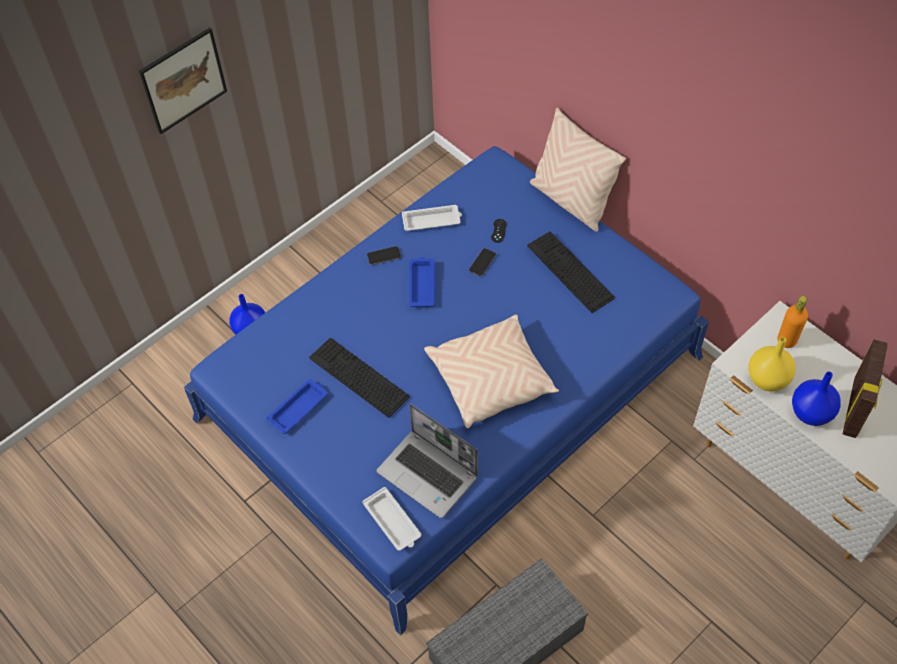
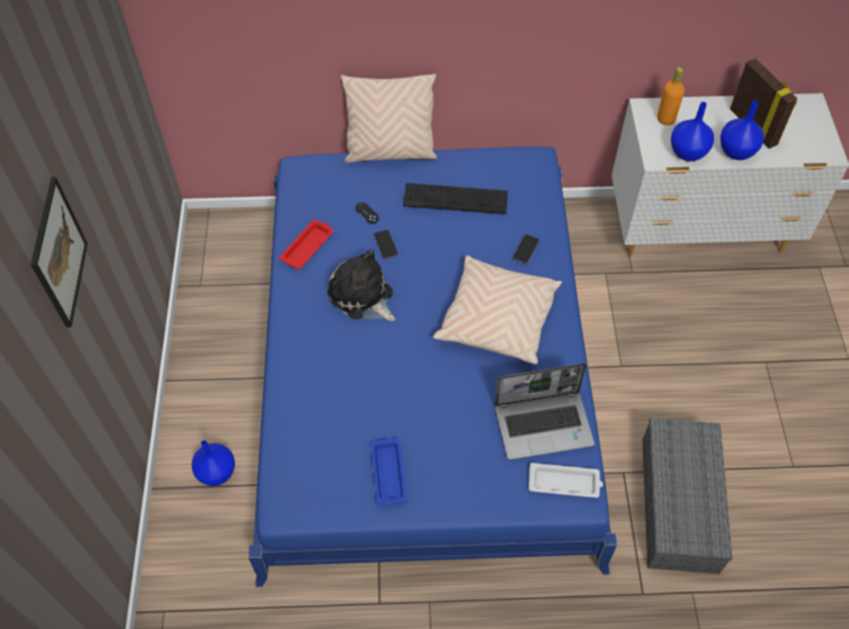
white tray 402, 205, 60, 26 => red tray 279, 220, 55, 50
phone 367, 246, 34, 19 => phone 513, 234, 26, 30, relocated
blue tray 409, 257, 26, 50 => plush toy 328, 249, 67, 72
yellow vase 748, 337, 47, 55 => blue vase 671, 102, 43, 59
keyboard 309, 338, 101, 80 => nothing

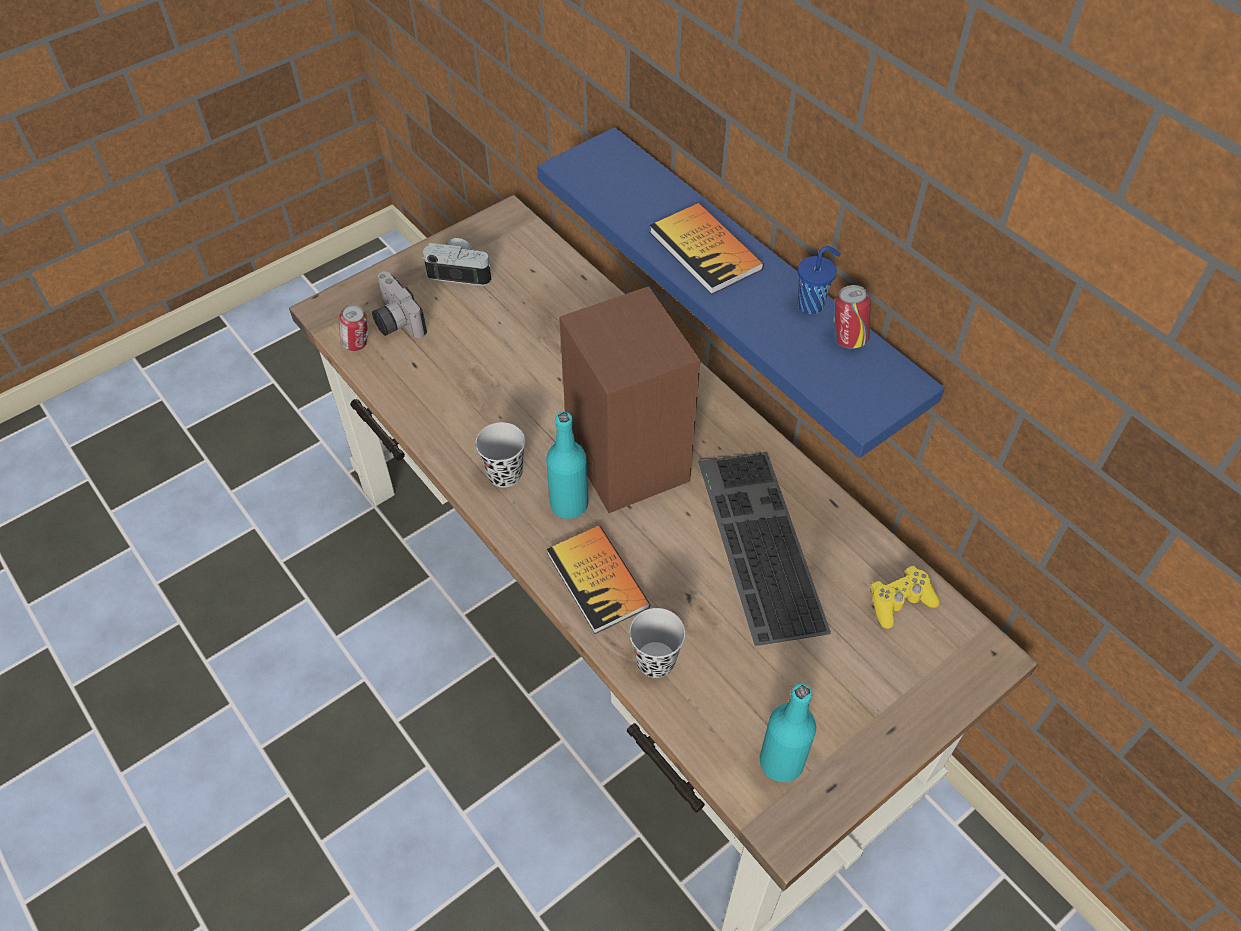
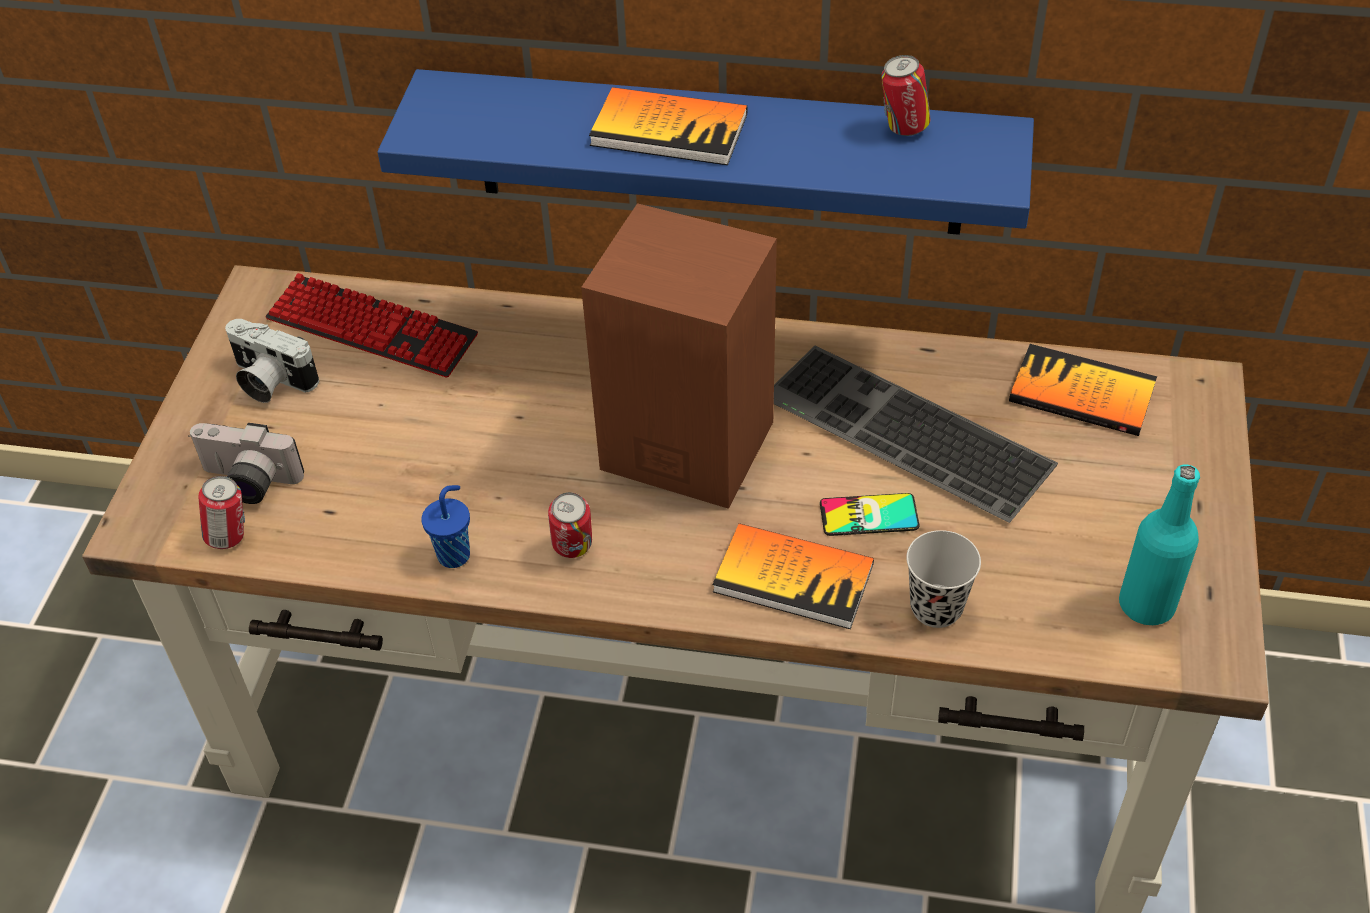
photo camera 422, 238, 70, 48 => photo camera 225, 319, 94, 84, 120 degrees counterclockwise
blue cup 798, 246, 43, 68 => blue cup 421, 485, 49, 83, relocated
turquoise bottle 546, 412, 42, 107 => nothing
black cup 475, 422, 50, 66 => can 548, 492, 44, 66
yellow game controller 870, 566, 70, 63 => book 1009, 344, 148, 92
nothing => keyboard 265, 273, 213, 105
nothing => phone 820, 493, 100, 43

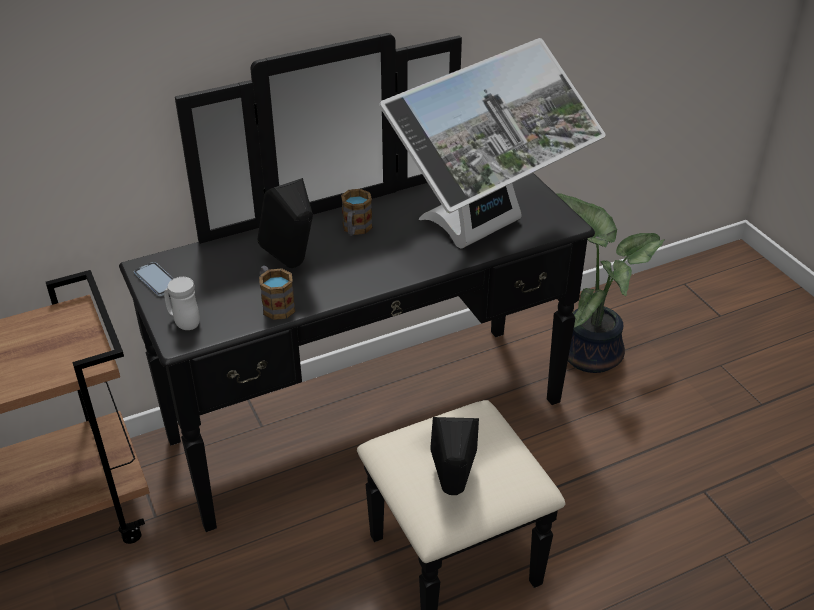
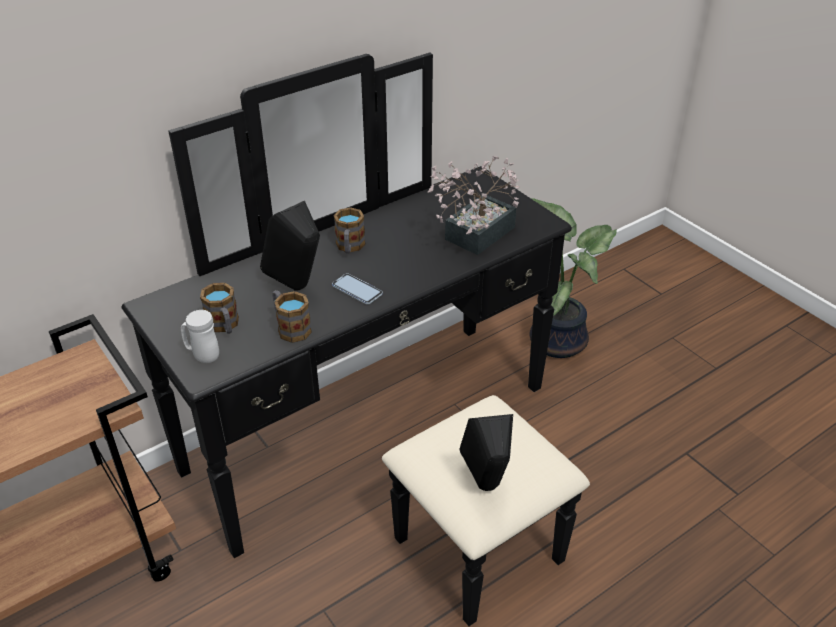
monitor 379, 38, 227, 210 => potted plant 427, 156, 93, 99
phone 134, 262, 40, 34 => phone 332, 273, 51, 32, relocated
nothing => mug 200, 283, 39, 51

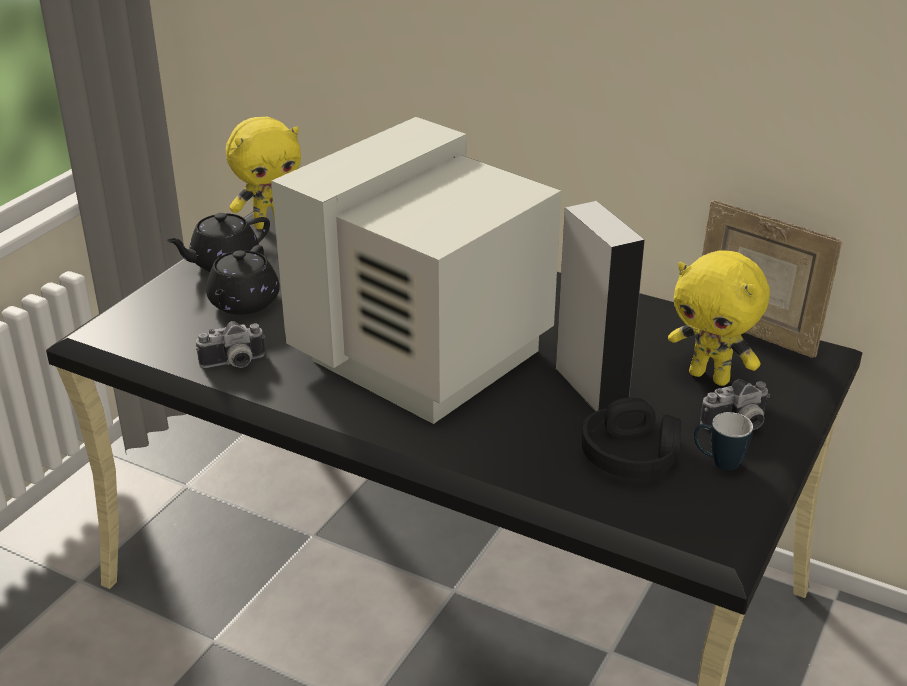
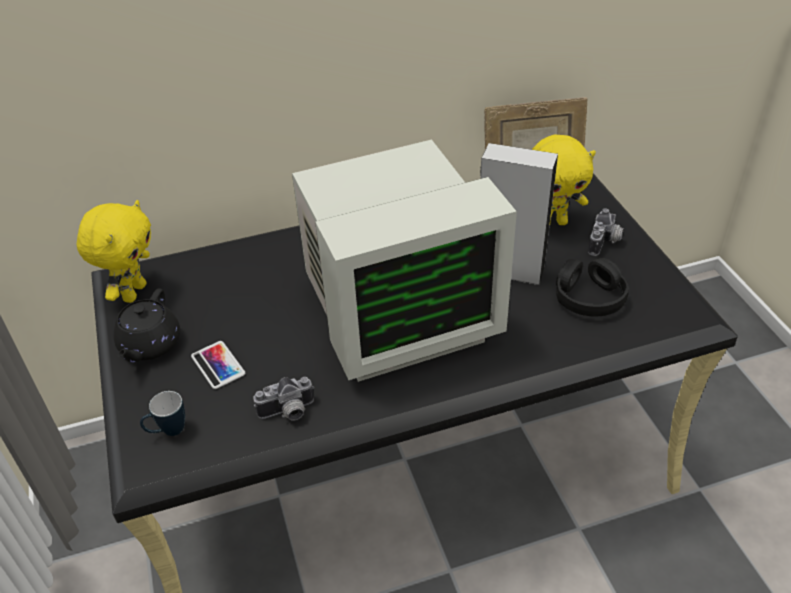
monitor 271, 117, 290, 307 => monitor 292, 140, 225, 242, 105 degrees counterclockwise
black teapot 206, 245, 74, 70 => phone 191, 341, 54, 48
photo camera 196, 321, 69, 47 => photo camera 253, 377, 62, 43, 45 degrees clockwise
mug 694, 412, 59, 59 => mug 140, 391, 45, 45, relocated

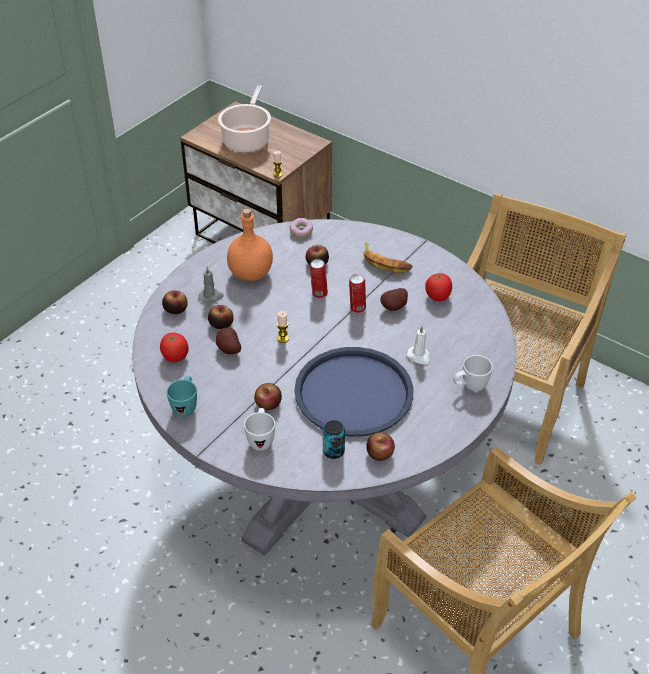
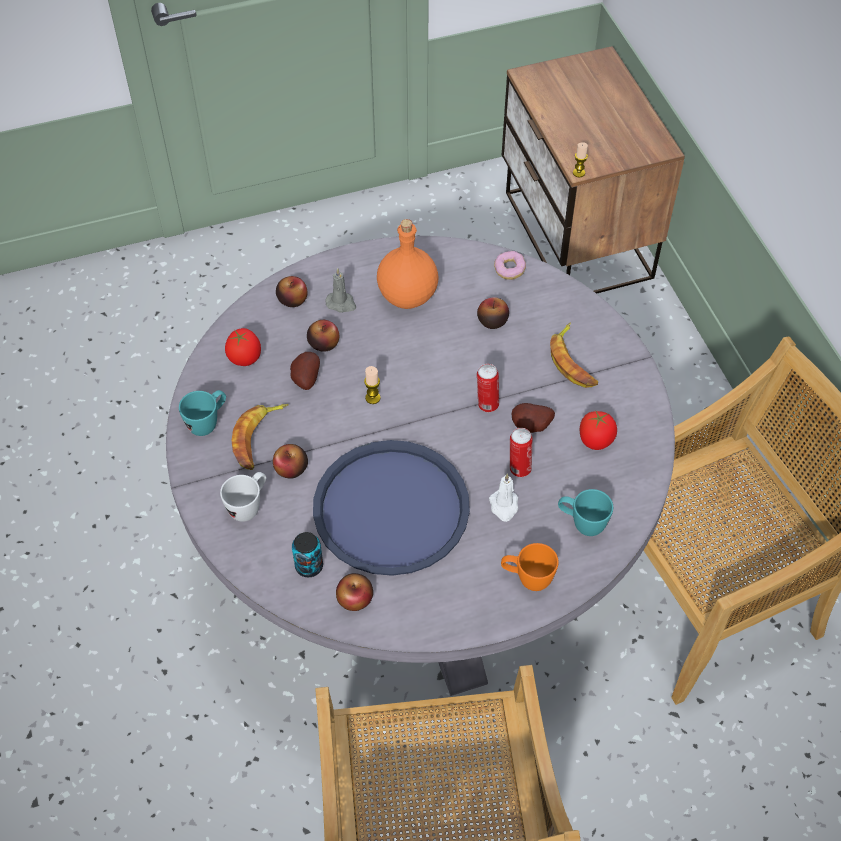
cooking pot 218, 85, 53, 68 => nothing
can 310, 259, 18, 39 => can 510, 428, 23, 49, relocated
white mug 453, 355, 40, 36 => orange mug 501, 543, 58, 48
nothing => banana 232, 404, 57, 66
nothing => turquoise mug 558, 489, 55, 47

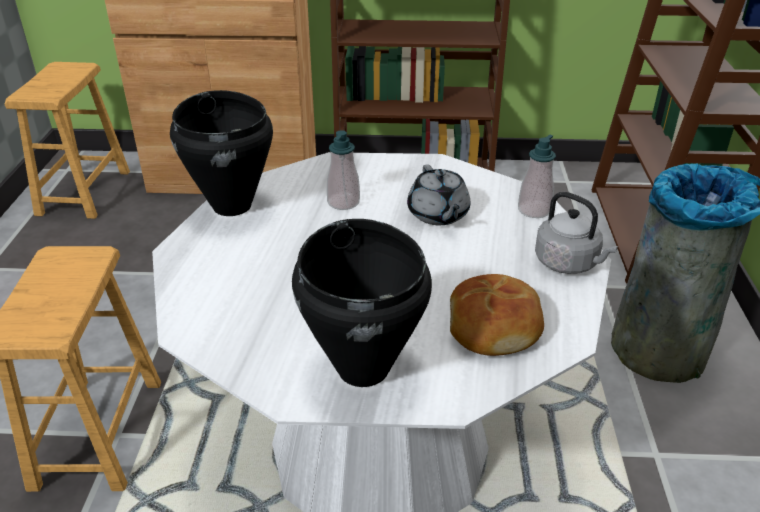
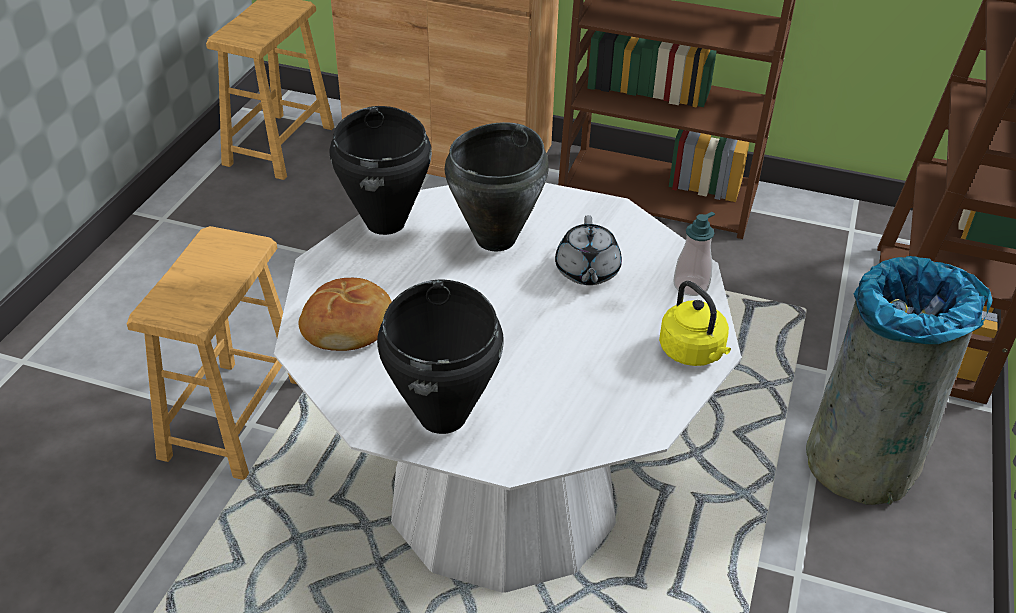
soap dispenser 327, 130, 33, 80 => black cooking pot 445, 122, 104, 129
grey kettle 535, 192, 83, 82 => yellow kettle 659, 281, 72, 85
bread 450, 274, 94, 82 => bread 298, 278, 94, 73, relocated

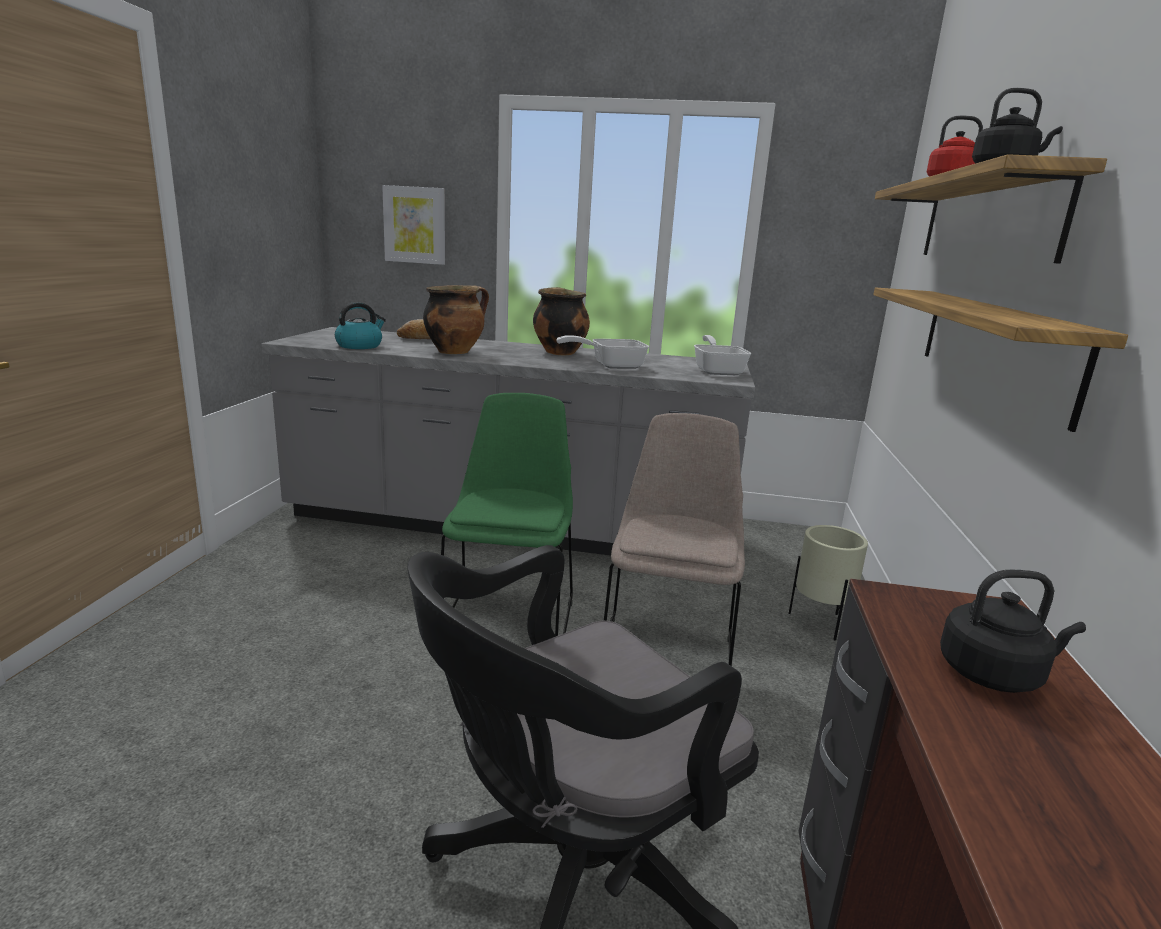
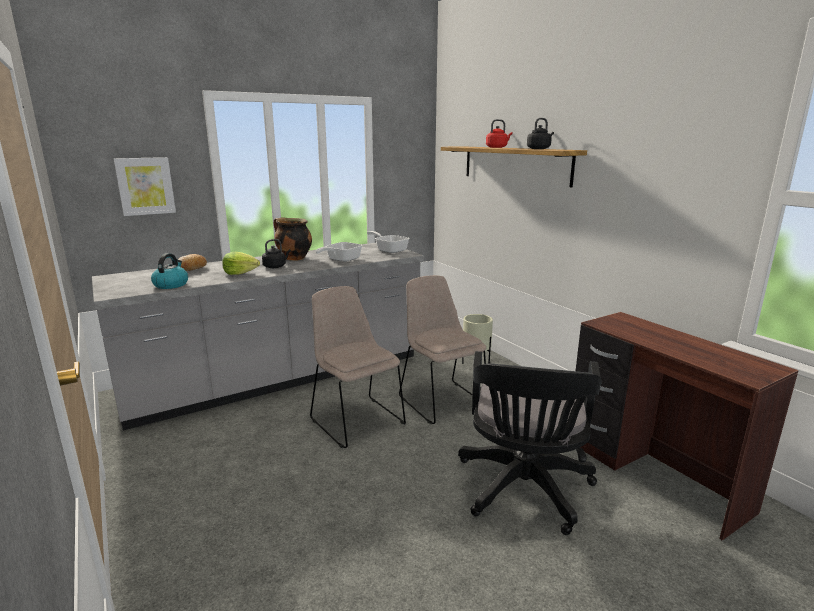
cooking pot 423, 285, 66, 69 => lettuce 222, 252, 38, 23
shelf 873, 288, 255, 144 => nothing
green chair 441, 393, 132, 243 => beige chair 310, 286, 96, 162
black kettle 940, 570, 146, 123 => black kettle 262, 239, 29, 29, relocated

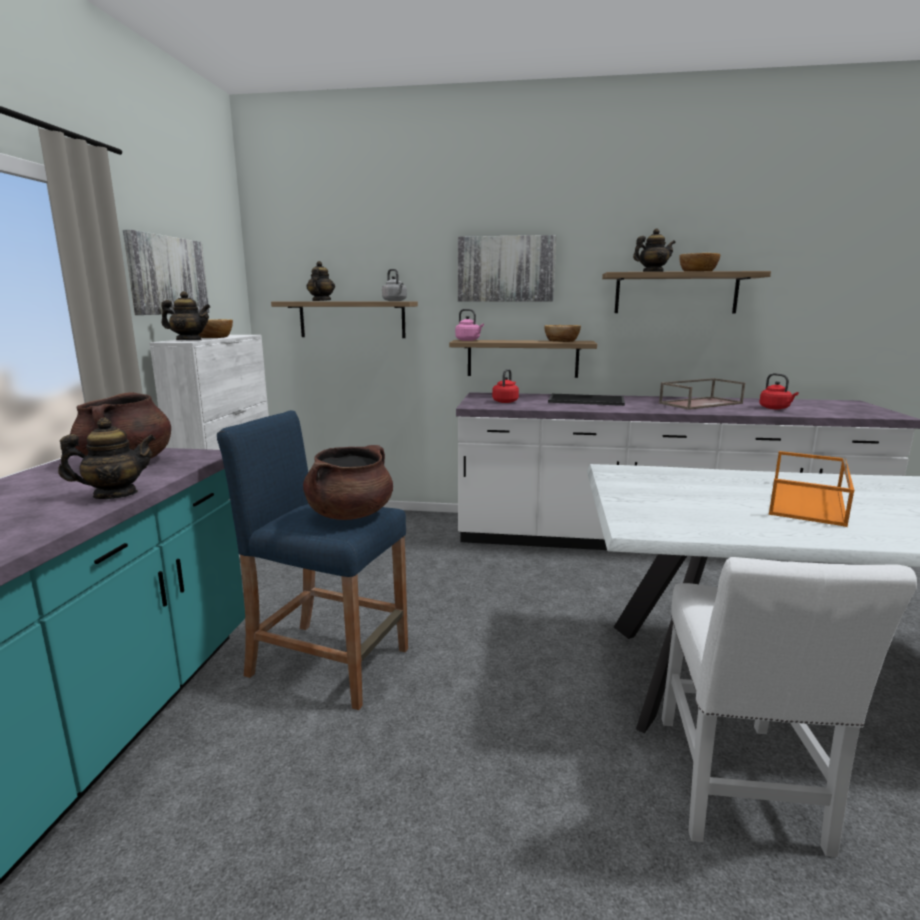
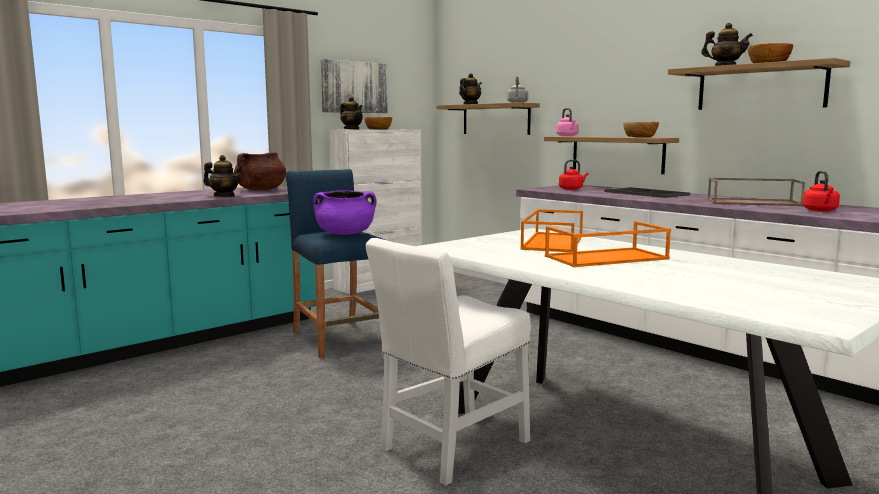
picture 458, 235, 98, 67 => nothing
brown cooking pot 303, 445, 90, 75 => purple cooking pot 313, 190, 63, 45
nothing => orange tray 520, 209, 63, 43

